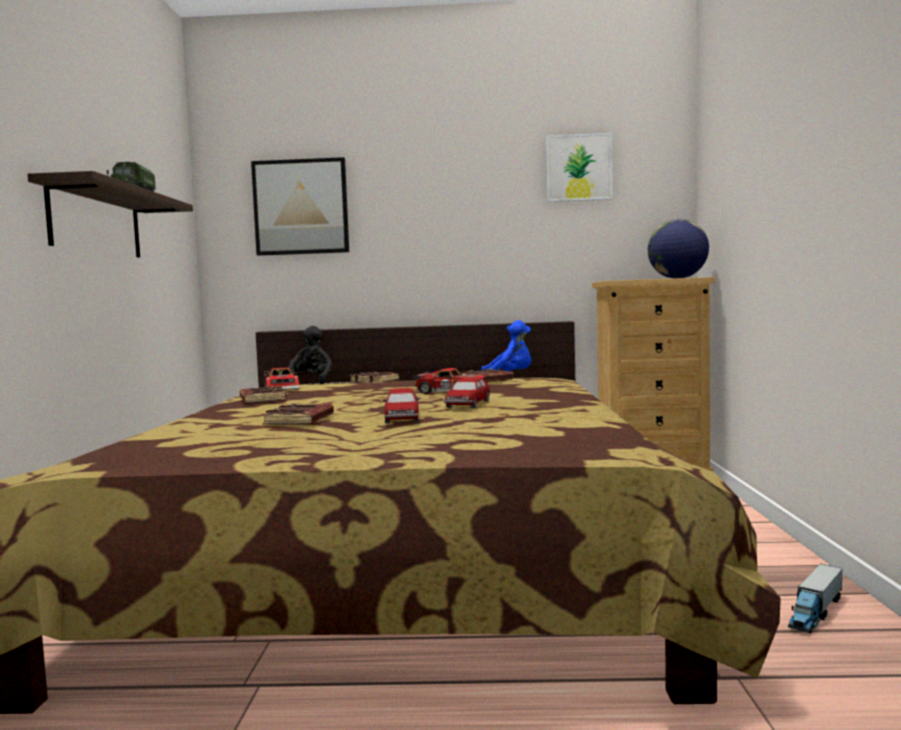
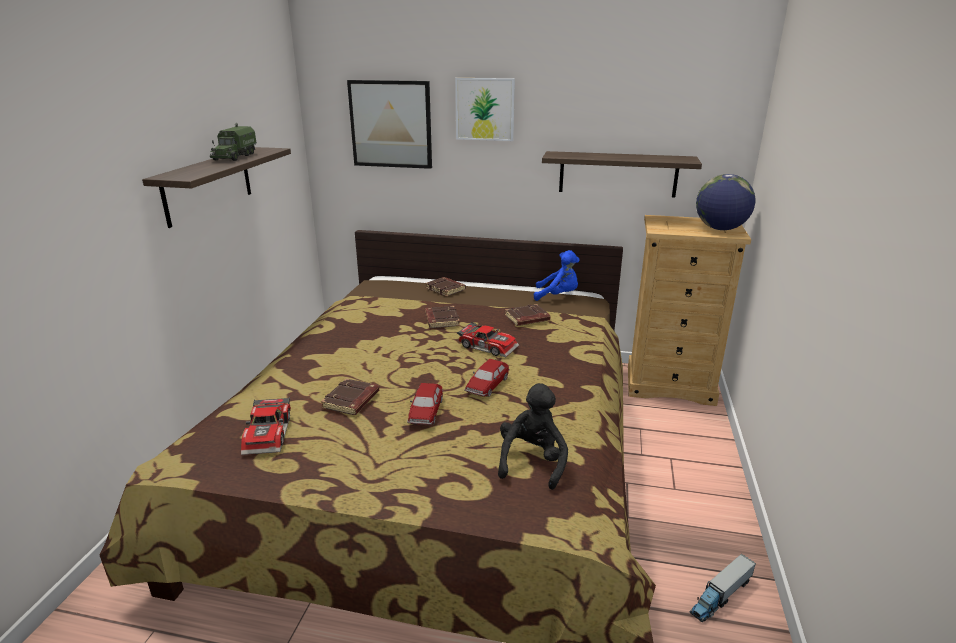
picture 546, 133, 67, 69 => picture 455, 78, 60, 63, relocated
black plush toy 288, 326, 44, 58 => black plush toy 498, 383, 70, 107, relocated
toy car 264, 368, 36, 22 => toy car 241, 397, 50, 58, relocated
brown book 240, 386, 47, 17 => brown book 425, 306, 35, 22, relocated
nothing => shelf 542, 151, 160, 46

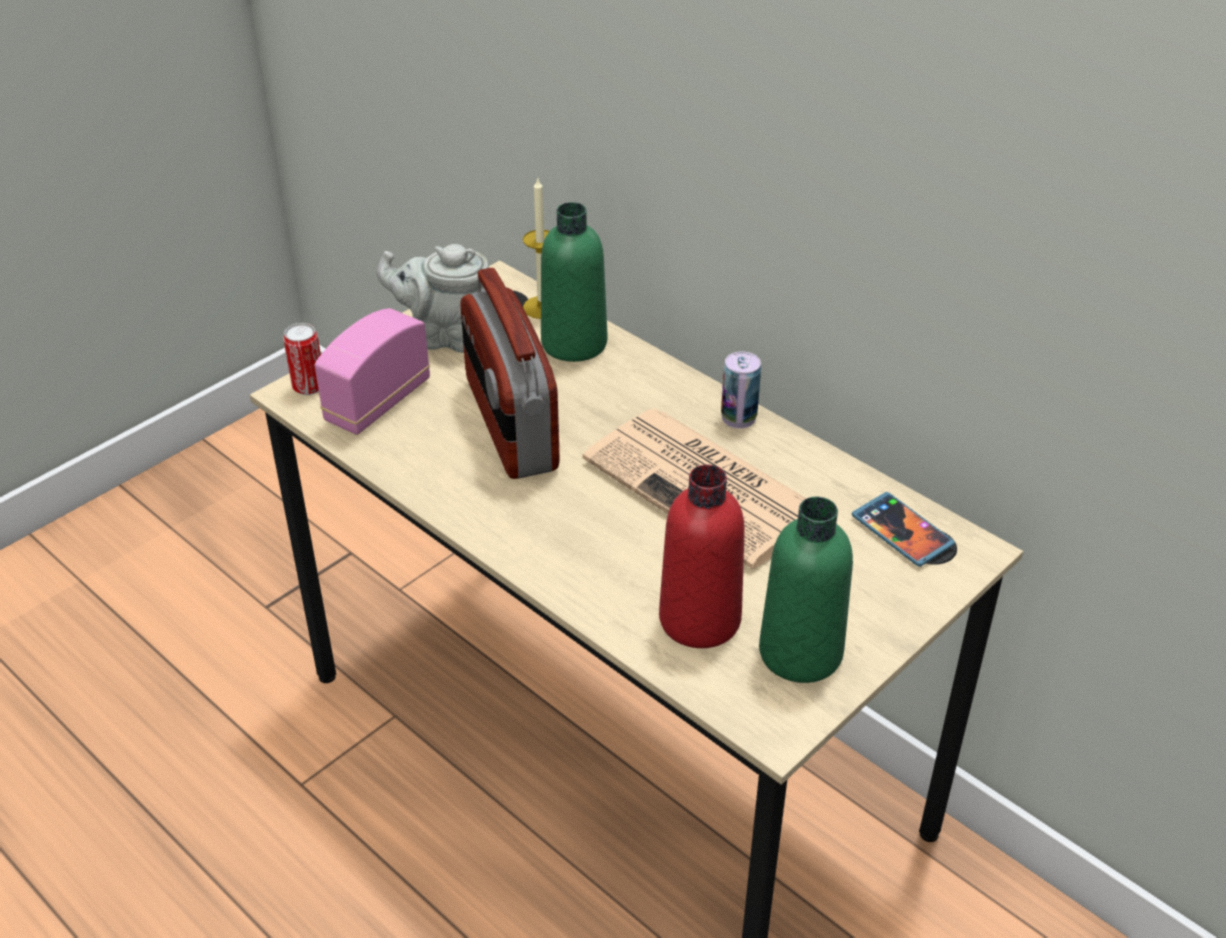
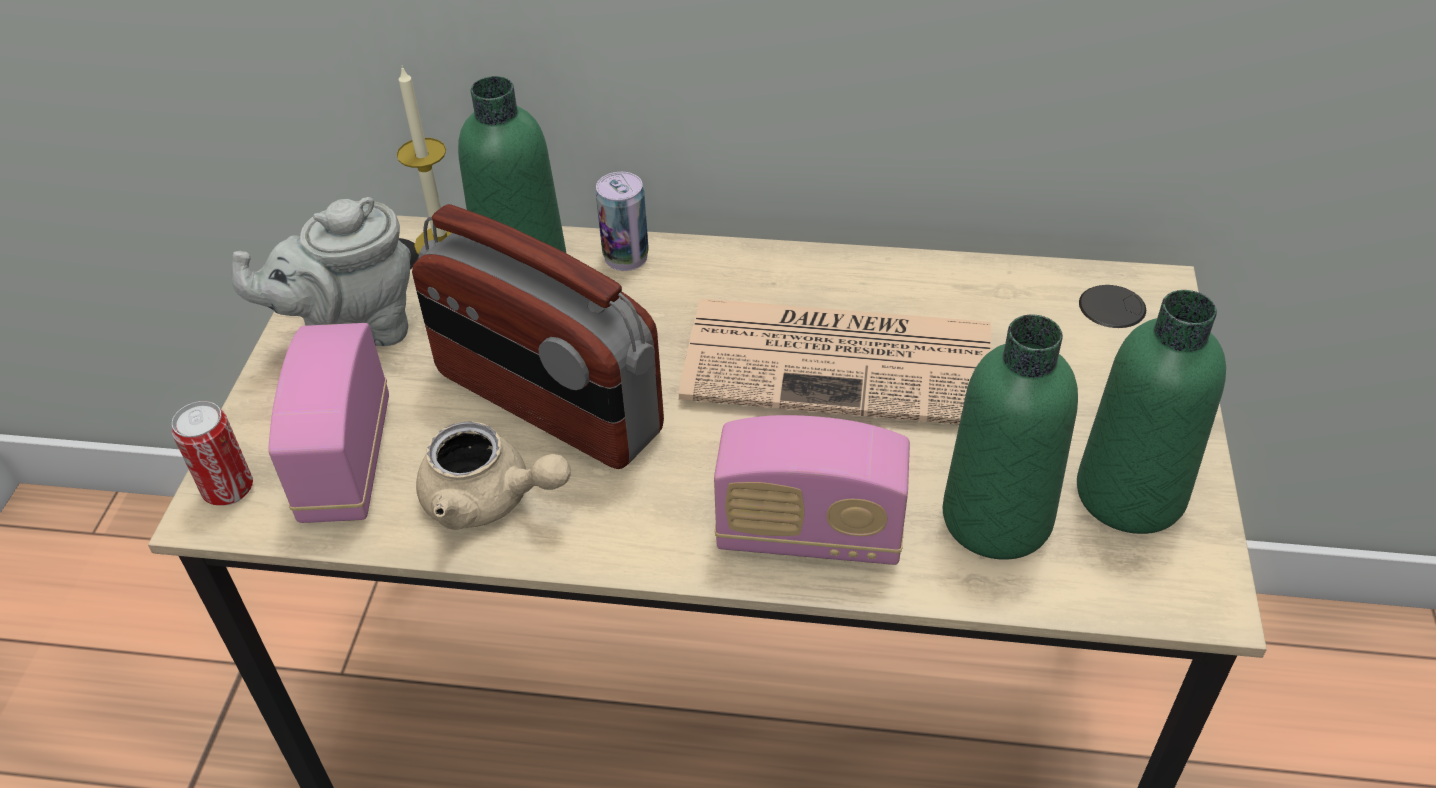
can 721, 351, 40, 78 => can 596, 172, 53, 99, relocated
red bottle 659, 465, 86, 183 => green bottle 943, 315, 135, 245
phone 852, 492, 103, 75 => nothing
nothing => radio 714, 415, 196, 150
nothing => beige teapot 416, 421, 155, 109

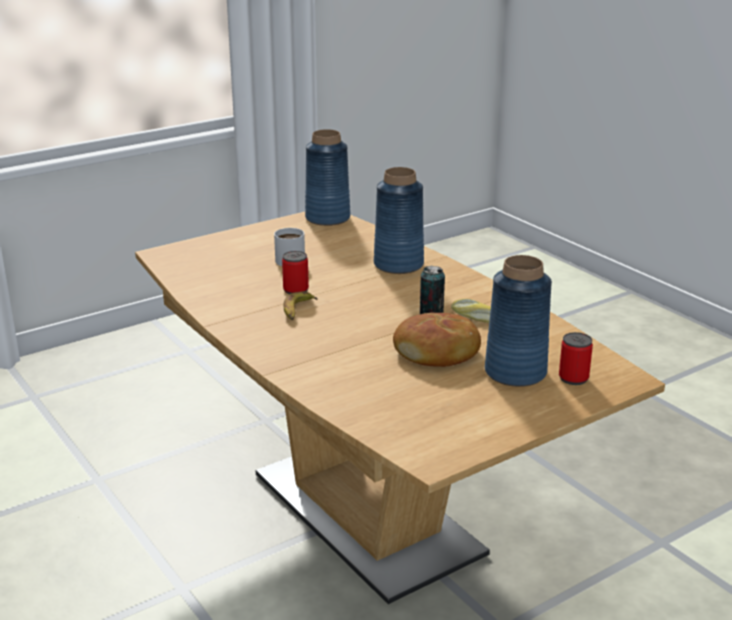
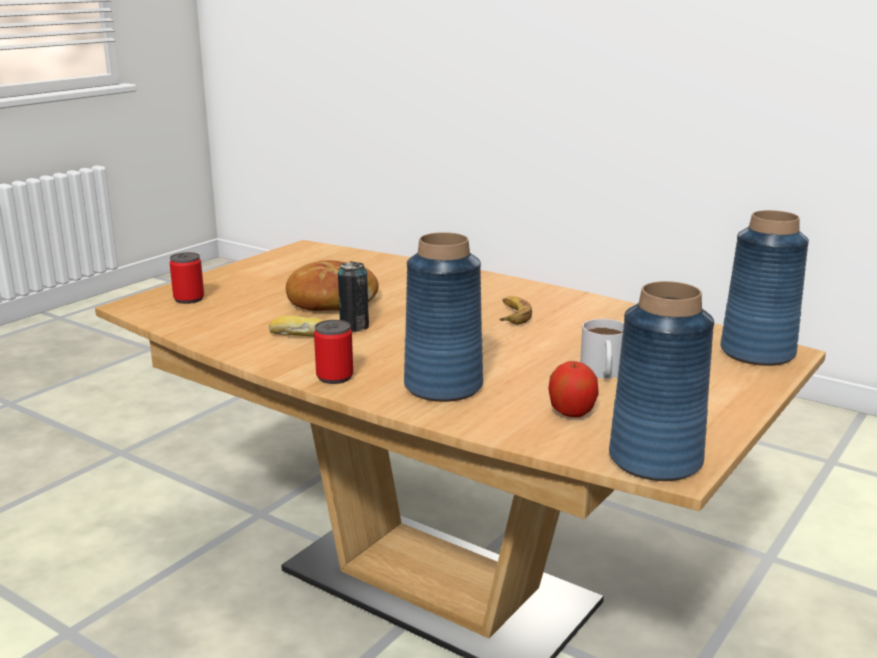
can 282, 251, 27, 43 => can 314, 320, 39, 64, relocated
blue vase 485, 255, 67, 132 => blue vase 720, 210, 89, 156, relocated
nothing => apple 548, 361, 50, 56

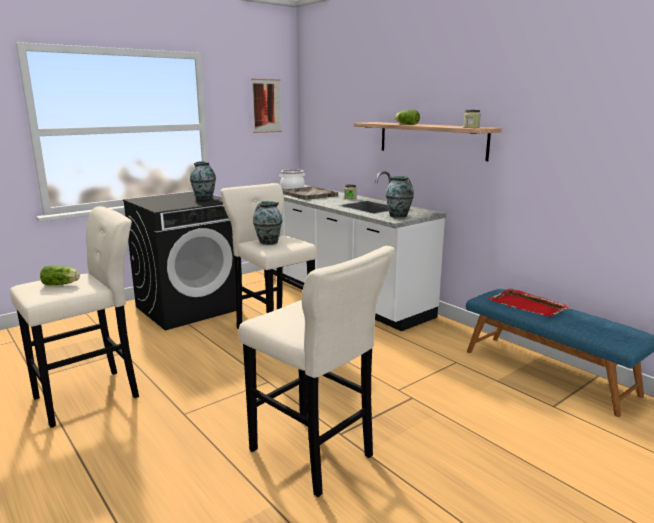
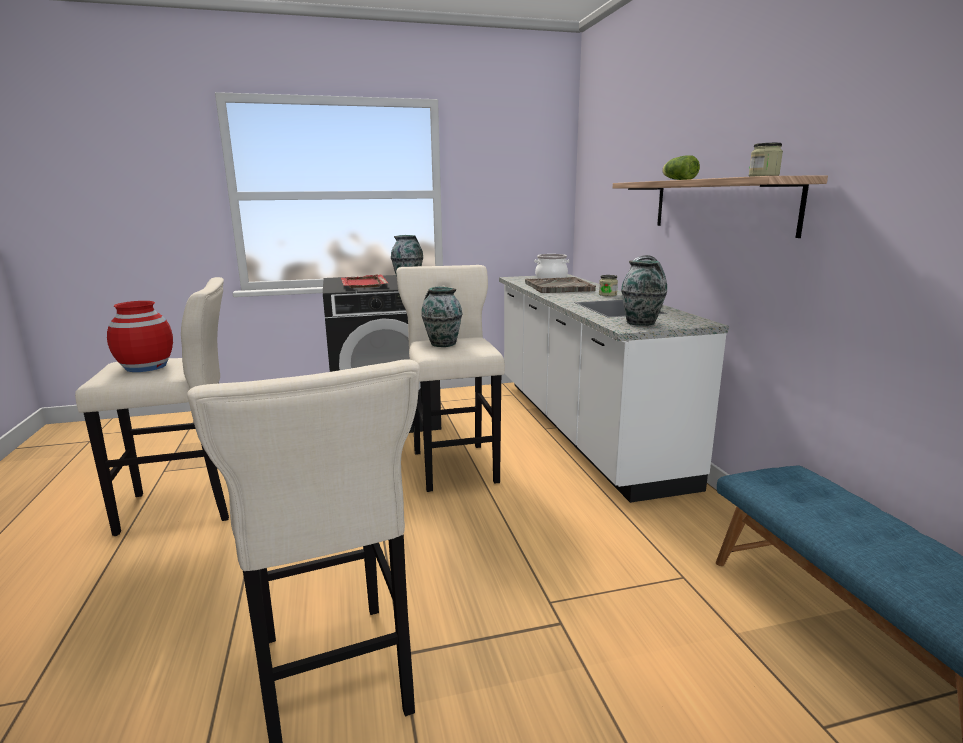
picture 251, 79, 31, 54 => nothing
lettuce 40, 266, 40, 19 => red vase 107, 301, 66, 71
red tray 488, 289, 82, 28 => red tray 341, 274, 47, 14, relocated

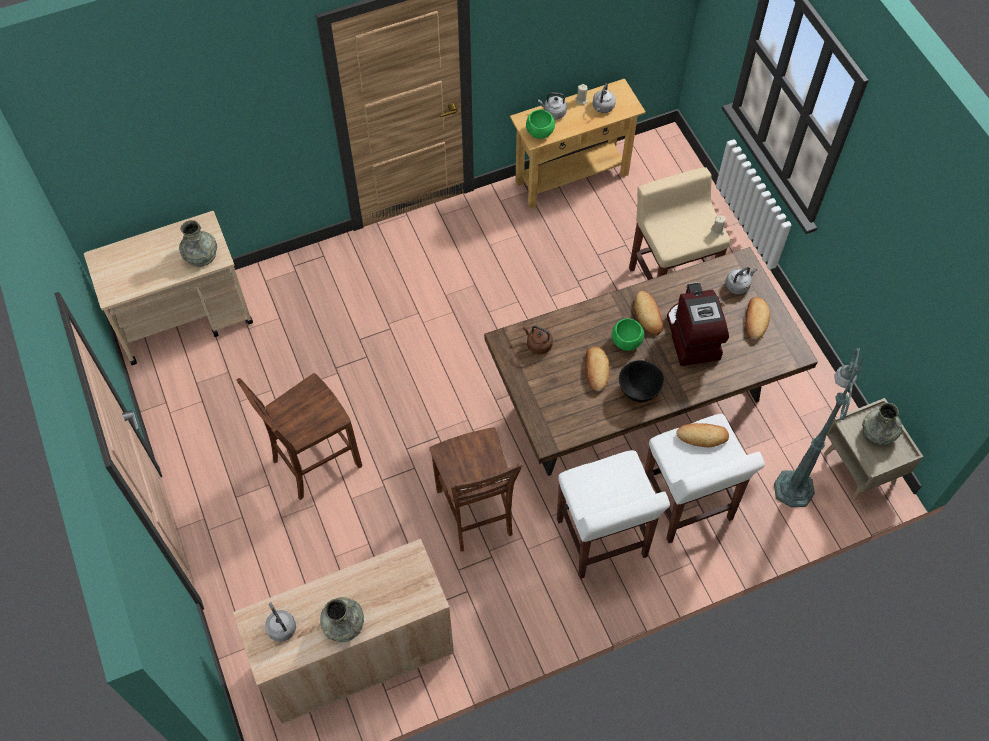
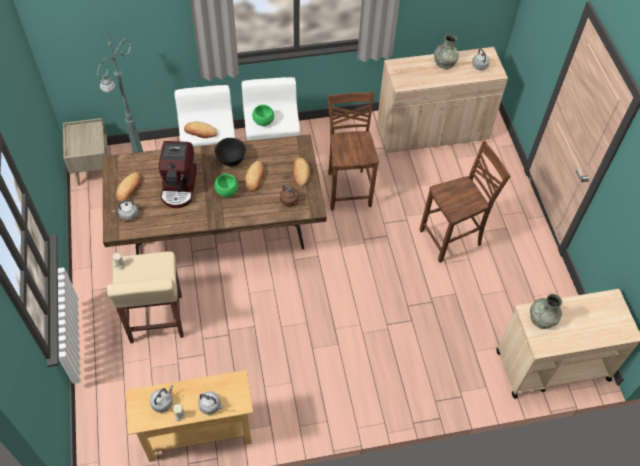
green bowl 526, 110, 29, 29 => green bowl 252, 104, 22, 22, relocated
bread 635, 291, 28, 44 => bread 293, 157, 17, 29, relocated
grey vase 862, 403, 40, 43 => nothing

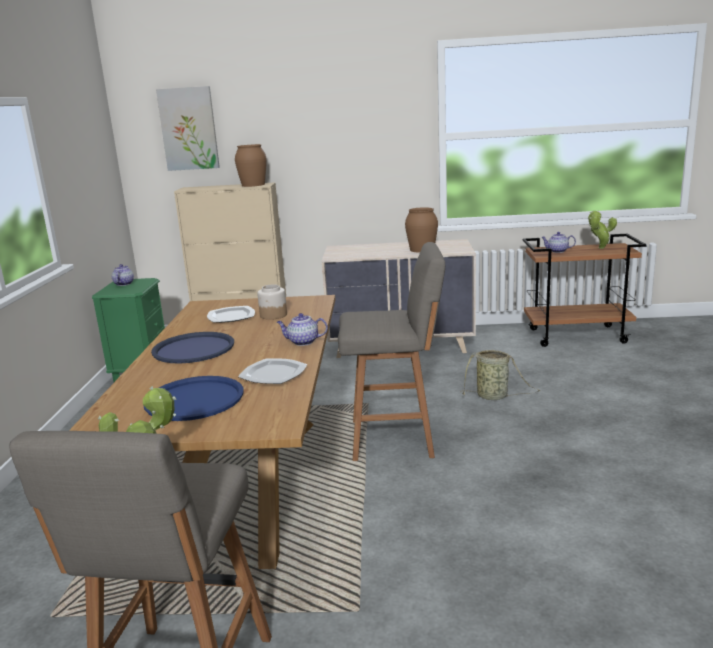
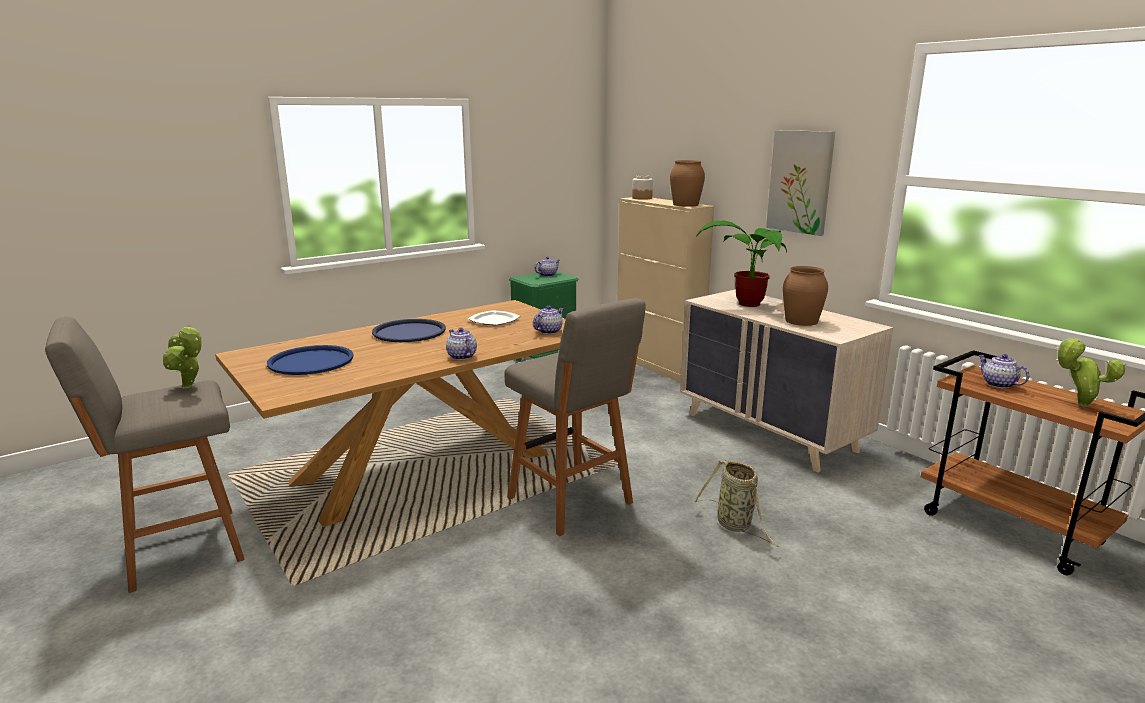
picture 156, 86, 64, 85 => picture 766, 130, 69, 106, relocated
jar 257, 284, 30, 36 => jar 632, 175, 21, 25, relocated
plate 238, 358, 69, 26 => nothing
nothing => potted plant 696, 221, 91, 86
nothing => teapot 533, 305, 31, 29

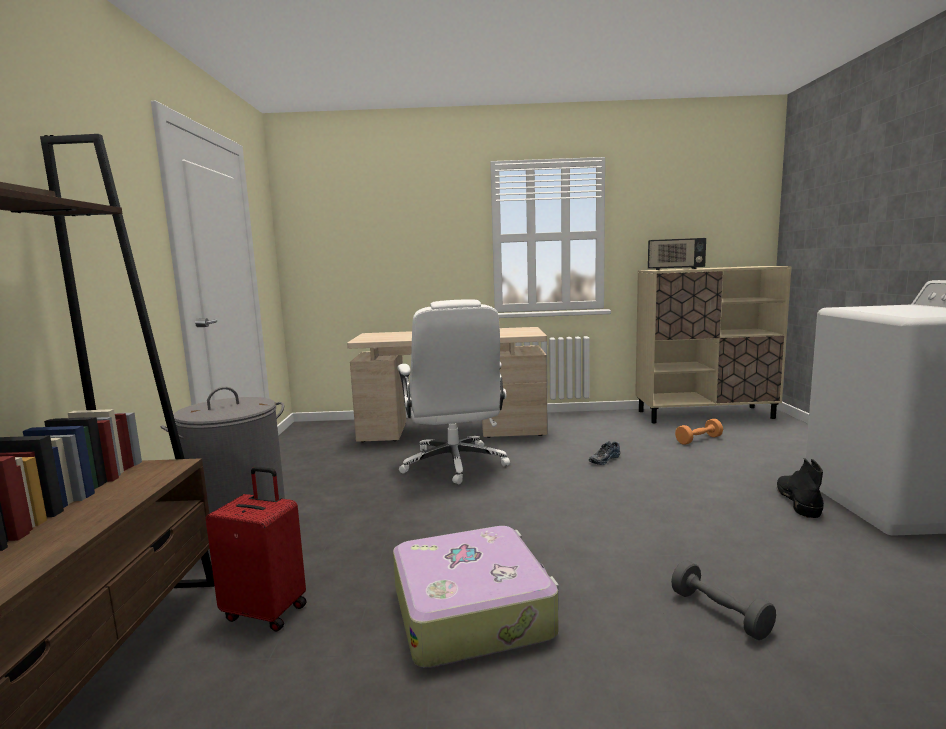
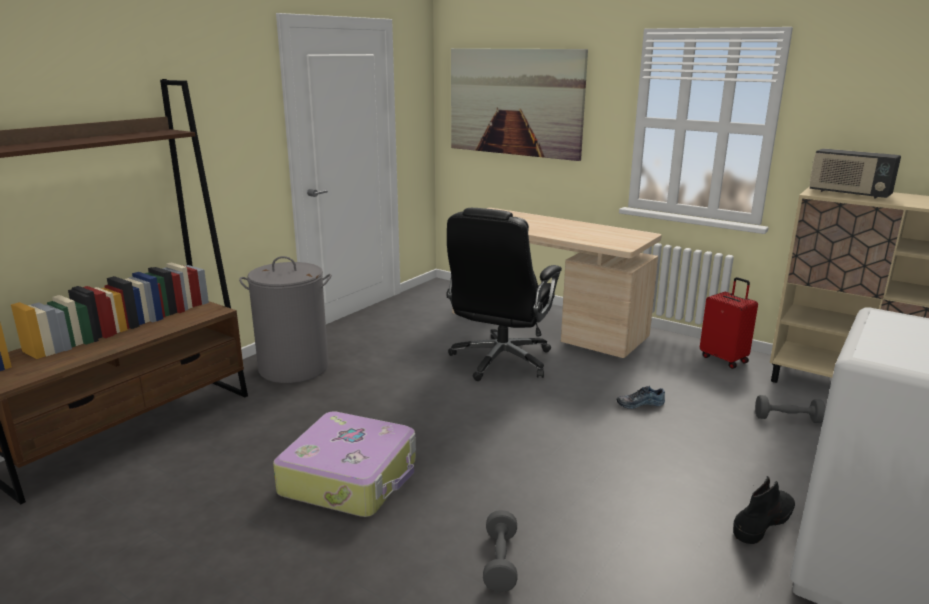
white office chair 397, 299, 113, 185 => black office chair 446, 208, 116, 173
orange dumbbell 675, 419, 48, 26 => grey dumbbell 755, 395, 70, 28
red suitcase 206, 467, 101, 165 => red suitcase 700, 277, 58, 92, relocated
nothing => picture 451, 48, 137, 113

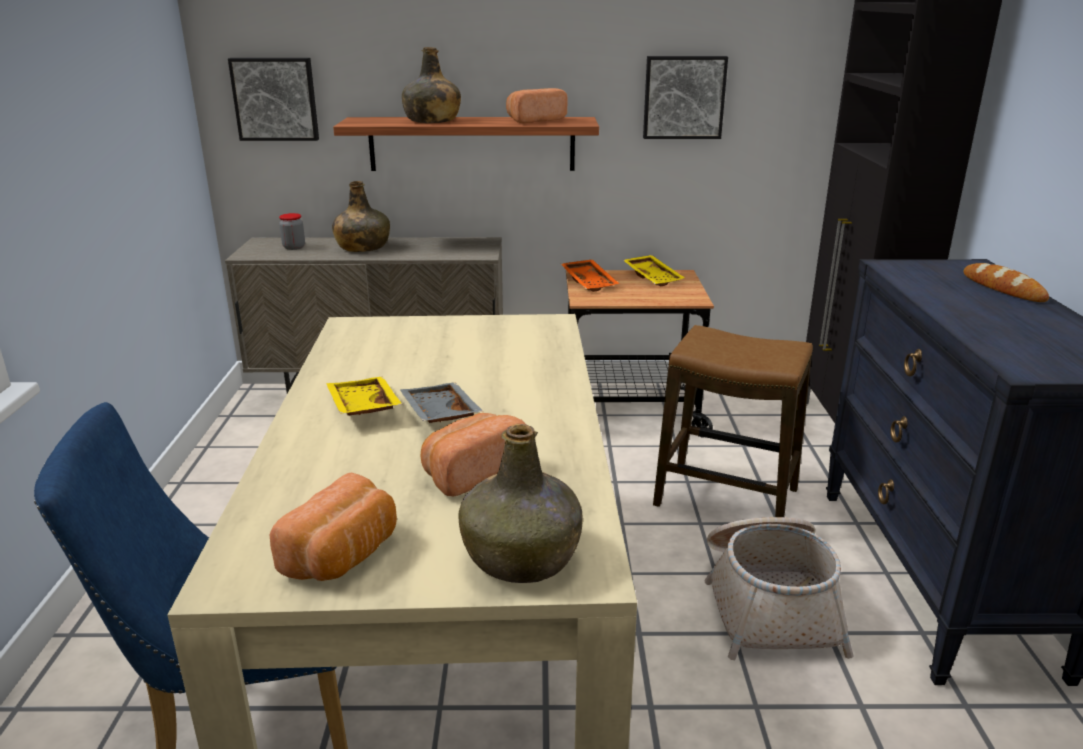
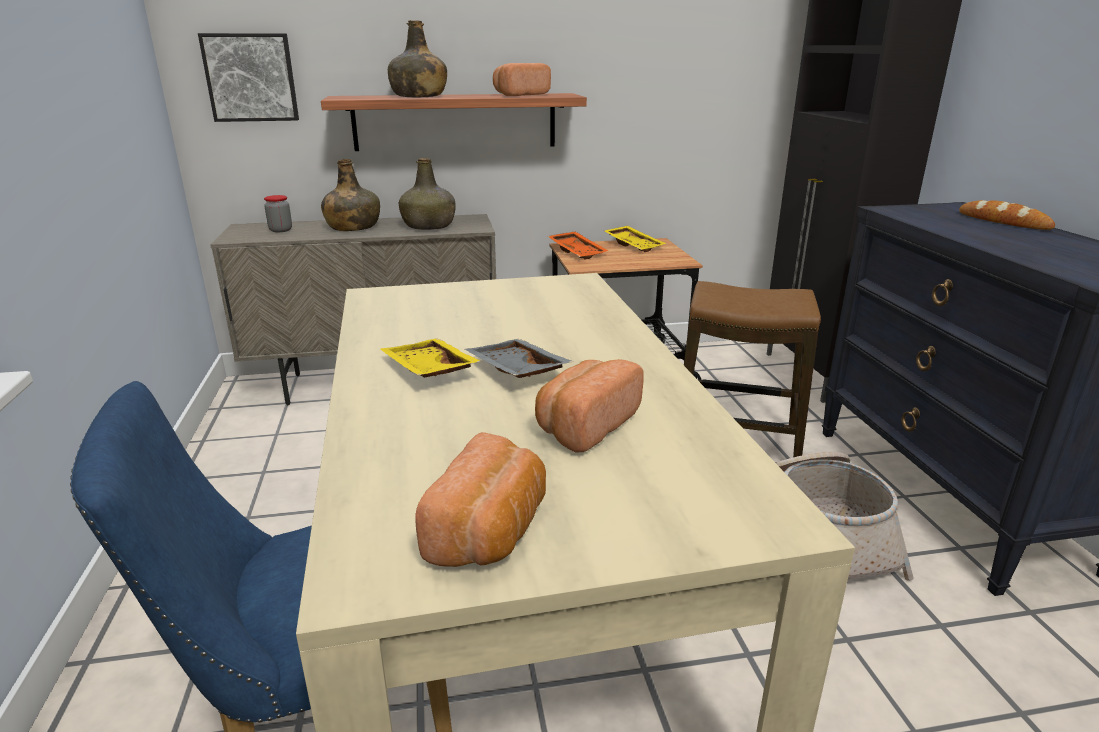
picture 643, 56, 85, 83 => nothing
green bottle 459, 424, 124, 159 => green bottle 399, 158, 57, 72, relocated

